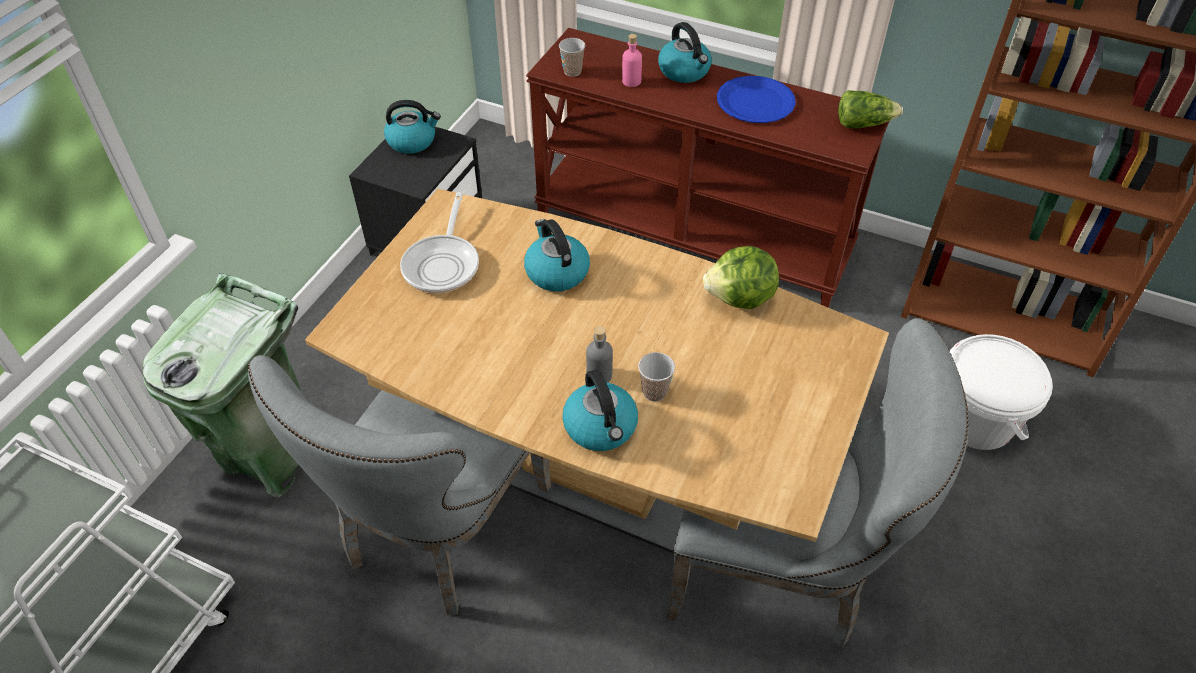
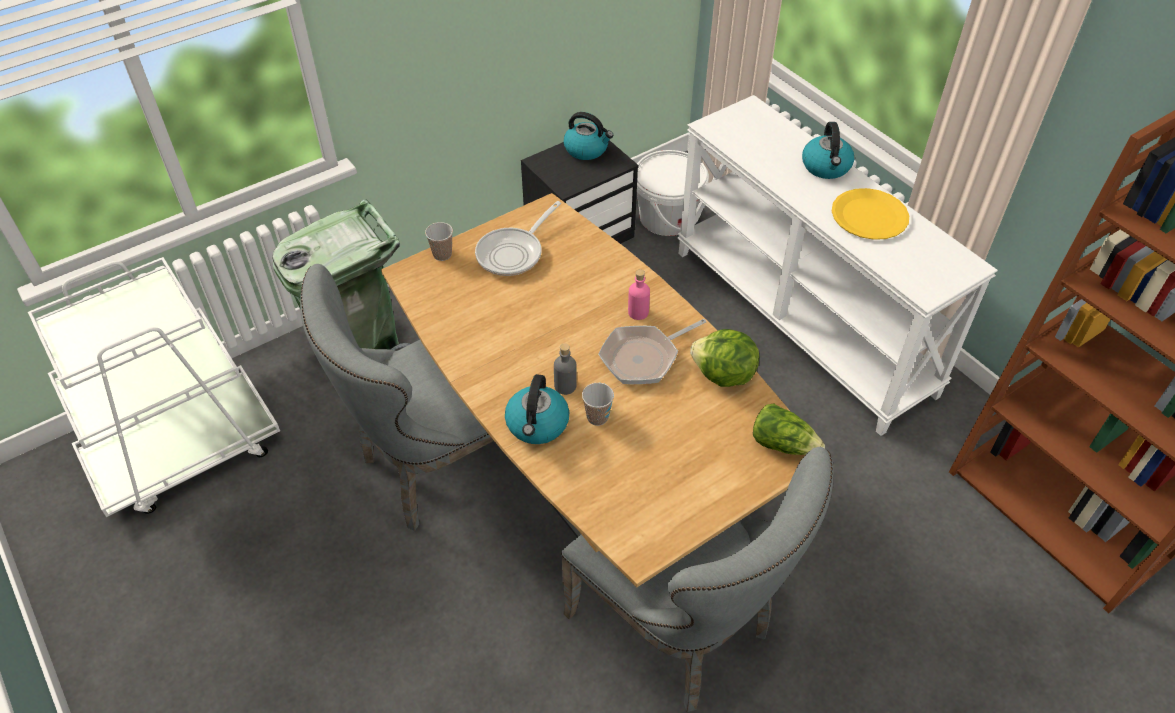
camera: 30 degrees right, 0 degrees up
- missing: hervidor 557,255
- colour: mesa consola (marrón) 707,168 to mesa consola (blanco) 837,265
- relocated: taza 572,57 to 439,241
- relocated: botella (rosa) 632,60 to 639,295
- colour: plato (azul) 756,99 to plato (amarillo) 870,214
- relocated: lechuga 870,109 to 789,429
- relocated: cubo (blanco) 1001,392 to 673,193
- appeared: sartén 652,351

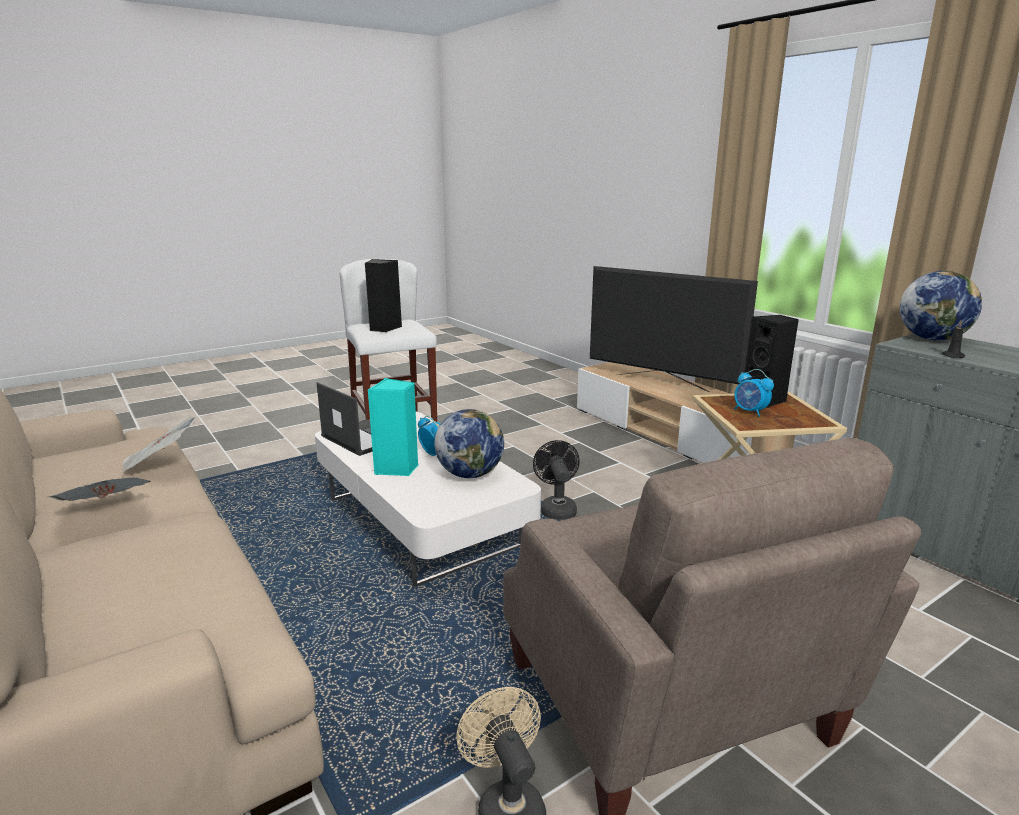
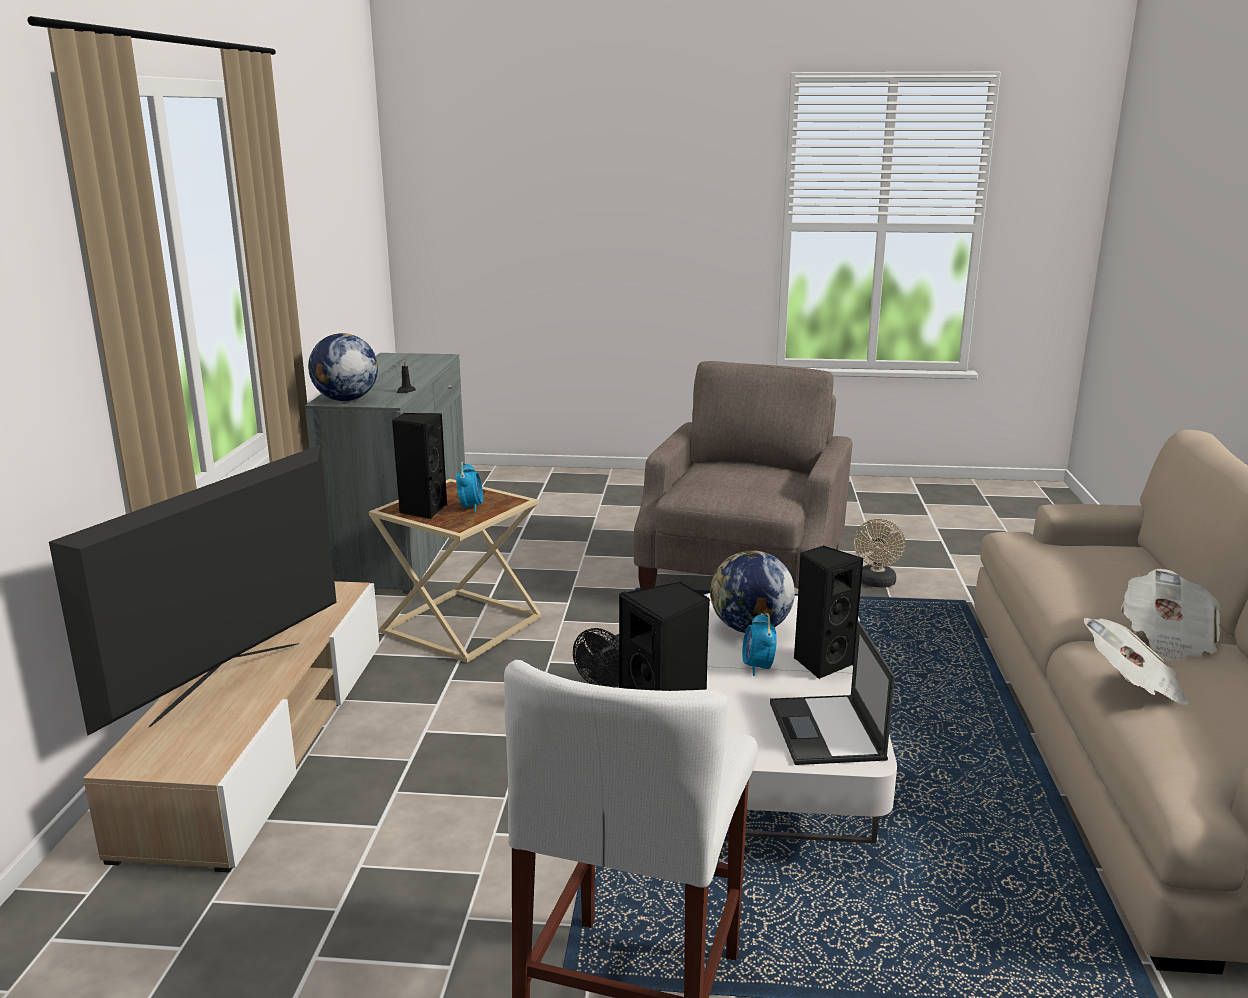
camera: 140 degrees left, 0 degrees up
- colour: altavoz (turquesa) 393,427 to altavoz (negro) 828,612
- spun: televisor 674,329 = 193,590 135 degrees counterclockwise

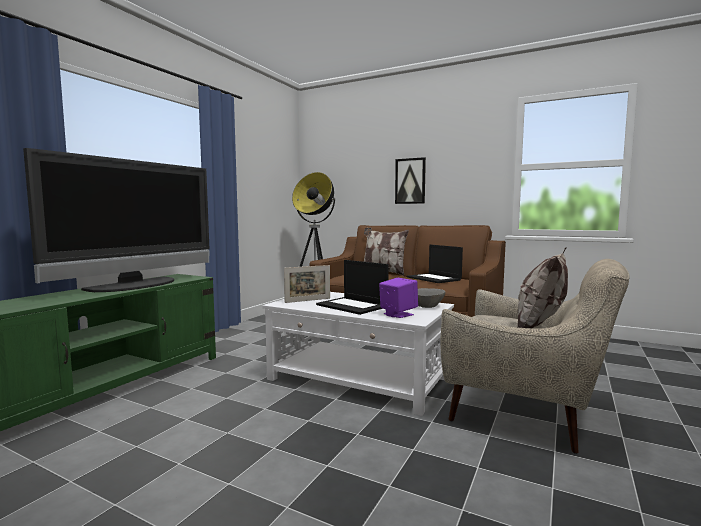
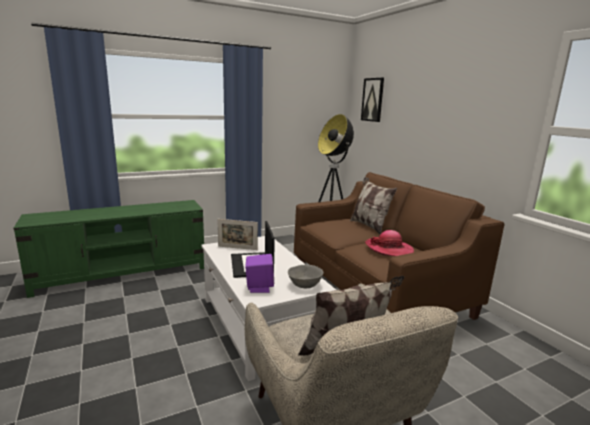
camera: 35 degrees right, 10 degrees up
- missing: televisor 116,220
- relocated: cuadro 410,180 to 372,100
- exchanged: portátil 435,264 to sombrero 389,243

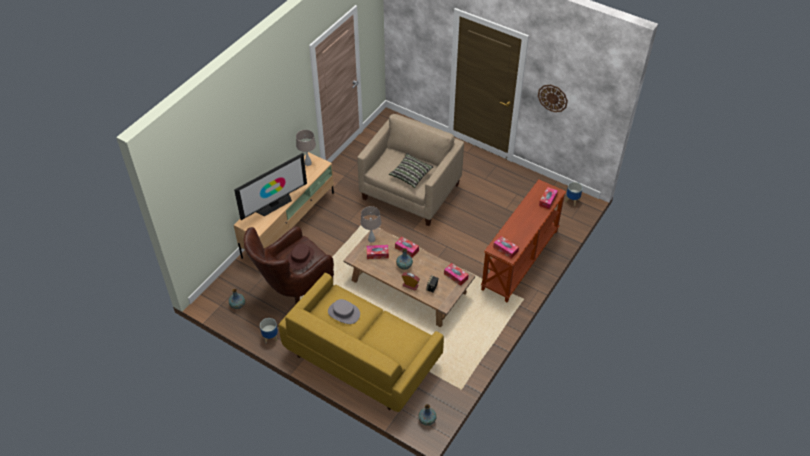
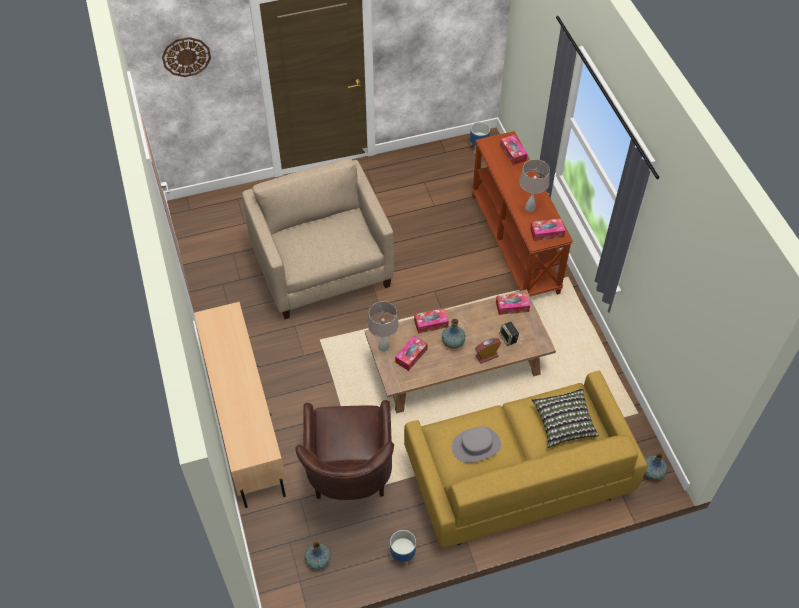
camera: 50 degrees left, 5 degrees up
- missing: televisor 270,186
- missing: sombrero (marrón) 300,257
- relocated: lámpara de mesa (beis) 306,148 to 534,185
- relocated: cojín 411,170 to 565,418
- relocated: reloj de pared 553,98 to 186,57

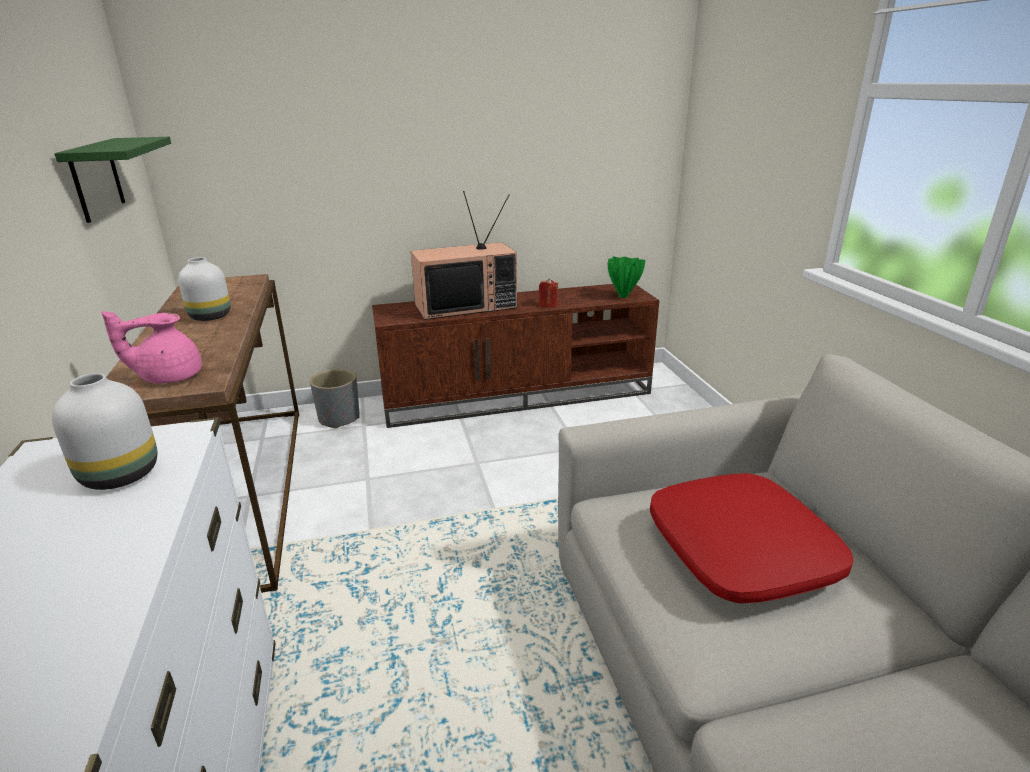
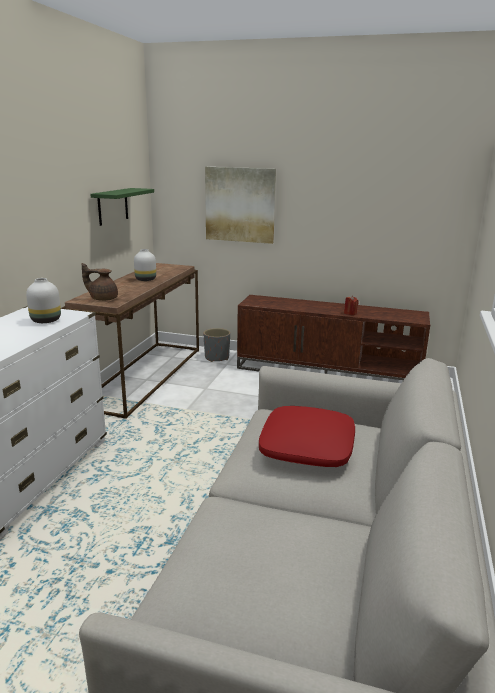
camera: 30 degrees right, 5 degrees down
- colour: tetera (rosa) 151,347 to tetera (marrón) 99,282
- missing: televisor 464,255
- missing: florero (verde) 627,277
- appeared: cuadro 240,205

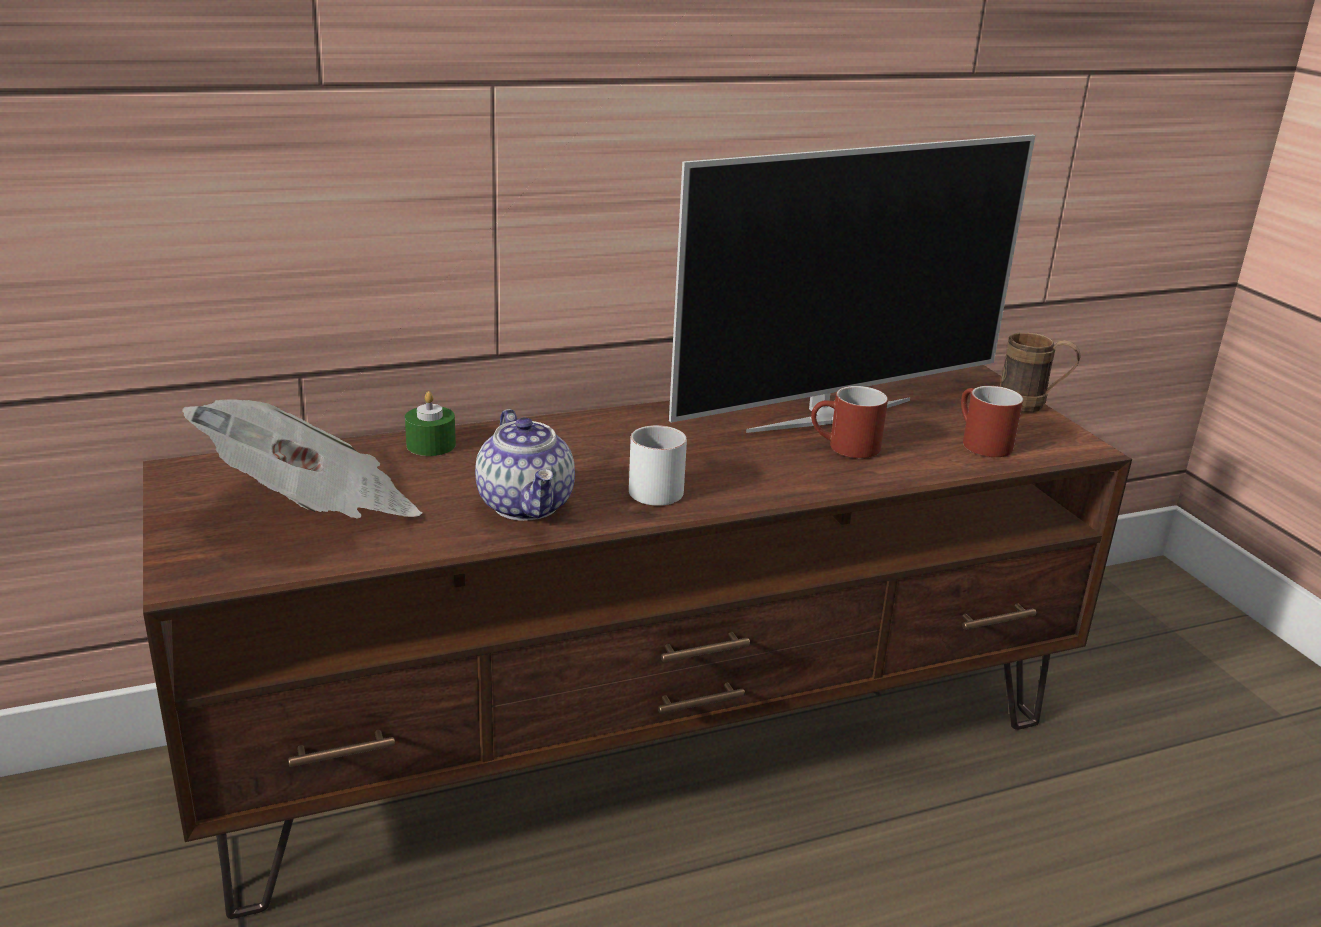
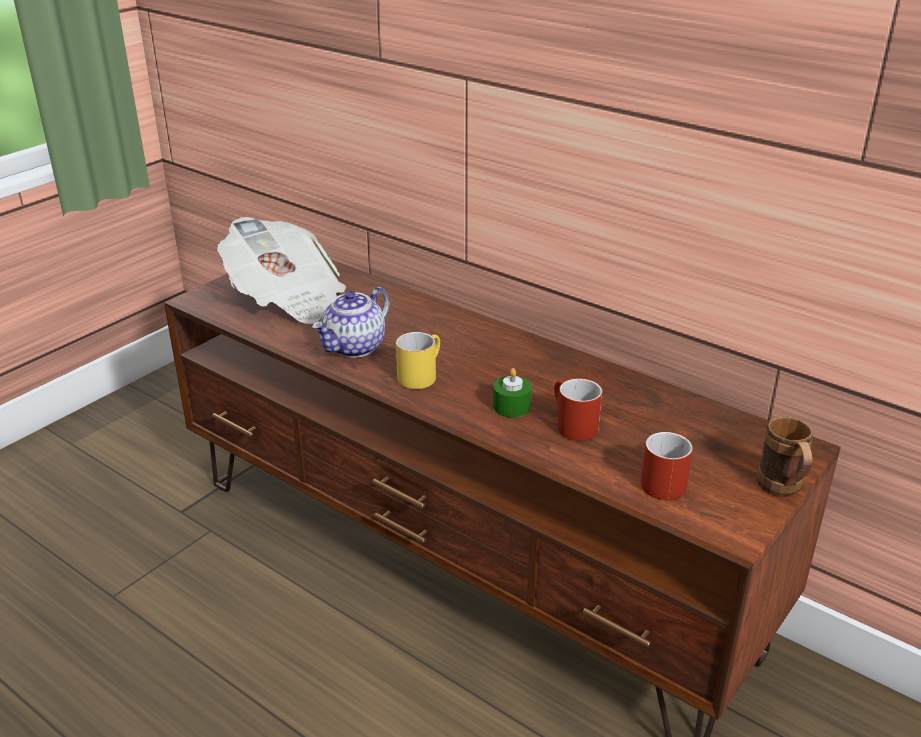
camera: 60 degrees right, 5 degrees up
- relocated: vela (verde) 430,423 to 512,393
- colour: taza grande (blanco) 658,465 to taza grande (amarillo) 418,360
- missing: televisor 852,284

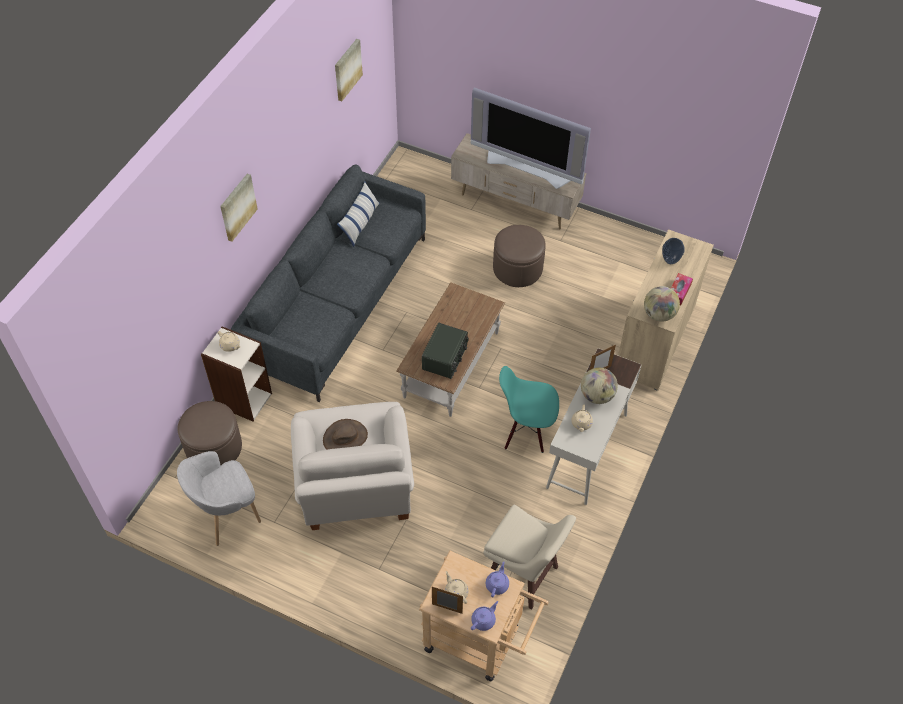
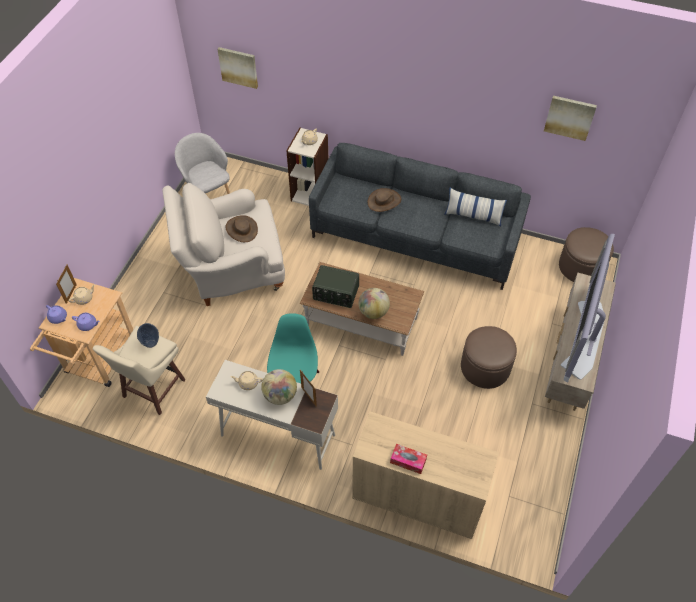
camera: 85 degrees right, 0 degrees up
- relocated: puf (marrón) 209,433 to 586,254
- relocated: cuadro 239,208 to 237,68
- relocated: globo terráqueo 662,304 to 374,303
- relocated: florero 673,251 to 148,335
- appeared: sombrero (marrón) 384,200

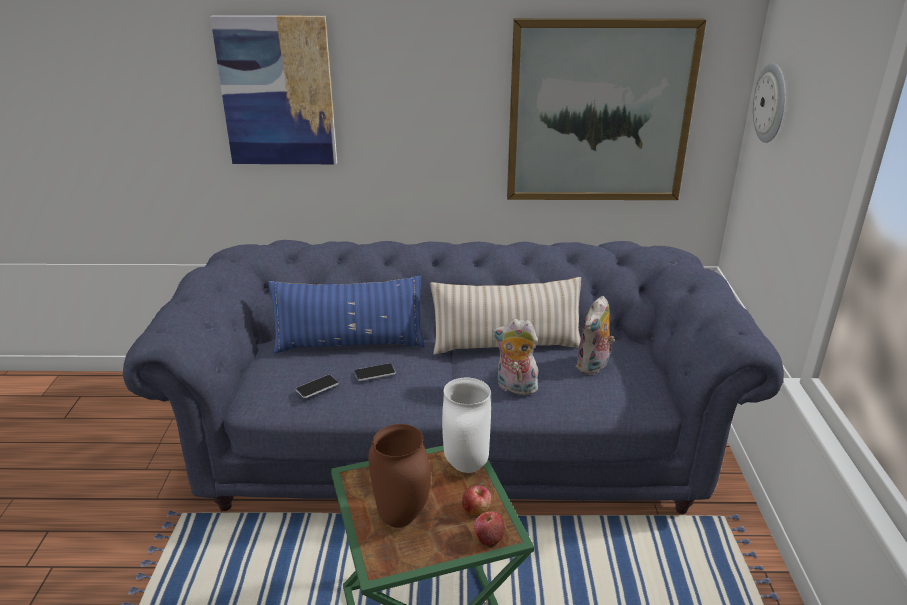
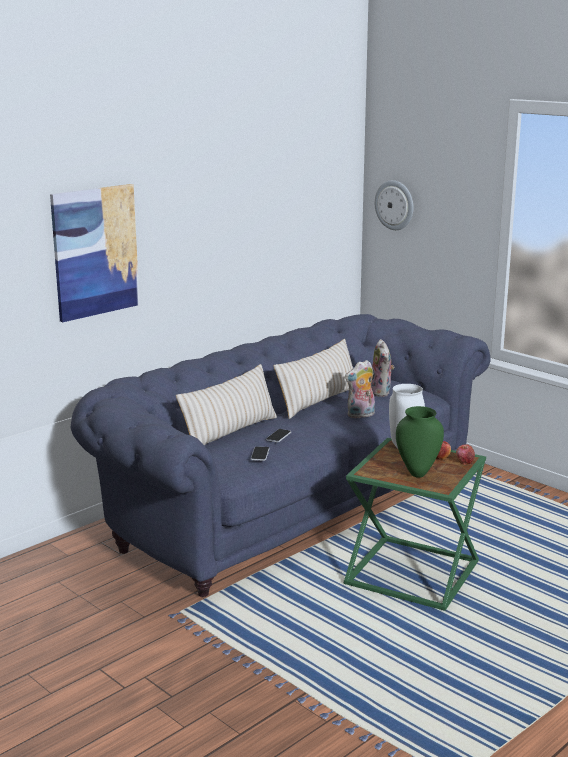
camera: 45 degrees left, 10 degrees down
- colour: cojín (azul) 346,314 to cojín (beis) 226,404
- colour: florero (marrón) 400,476 to florero (verde) 420,442
- missing: cuadro 606,109

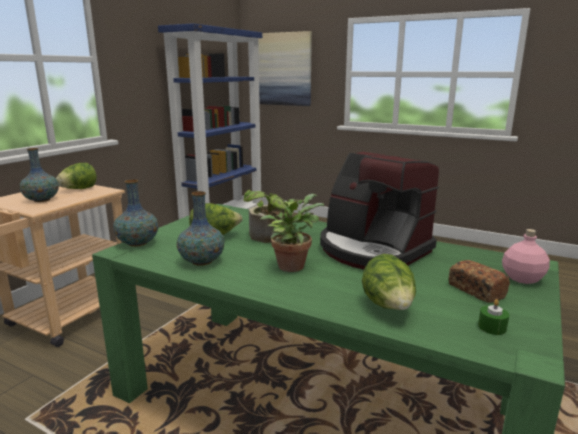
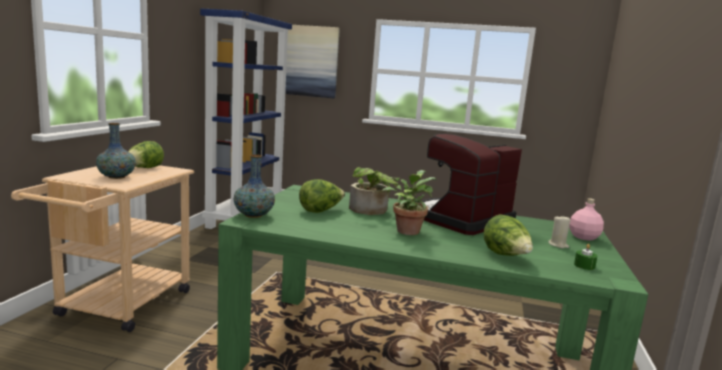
camera: 15 degrees left, 5 degrees down
- missing: florero 200,228
- spun: cafetera 379,211 = 469,184 105 degrees clockwise
- exchanged: pan 479,281 to vela (beis) 559,231

